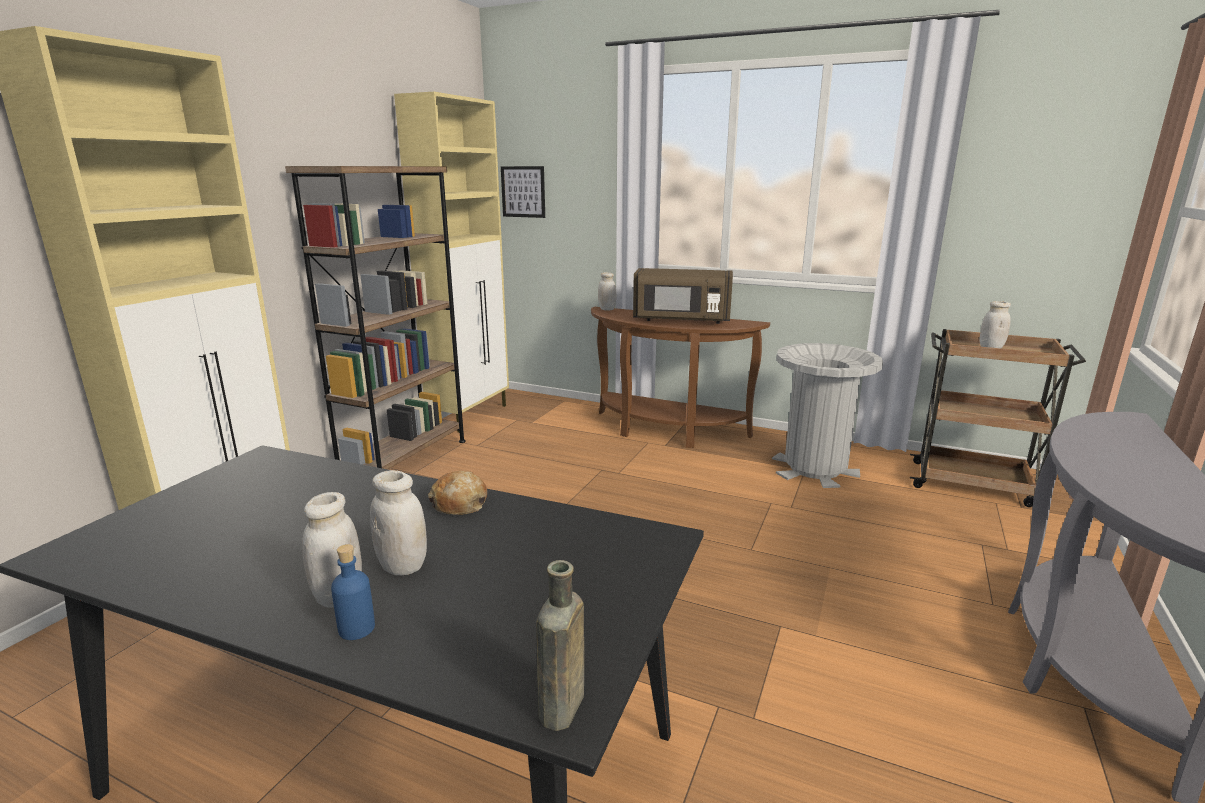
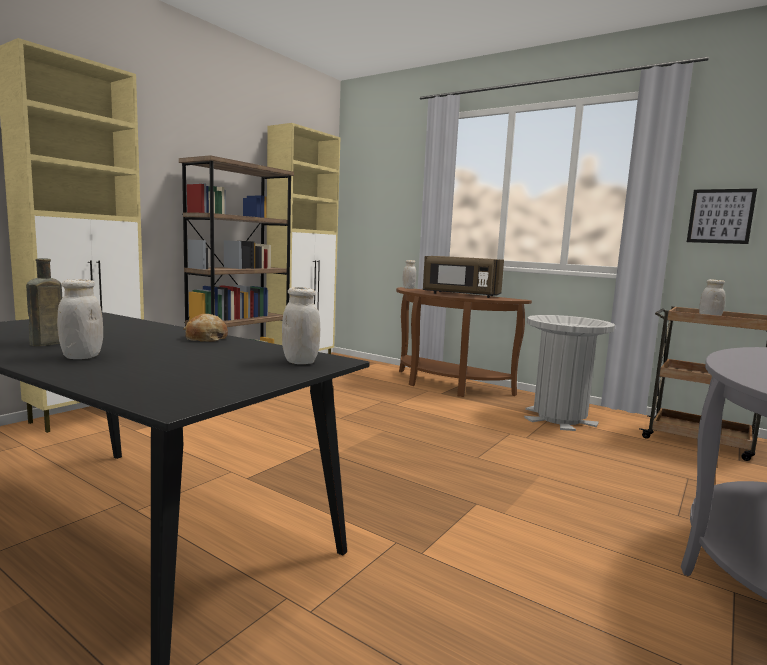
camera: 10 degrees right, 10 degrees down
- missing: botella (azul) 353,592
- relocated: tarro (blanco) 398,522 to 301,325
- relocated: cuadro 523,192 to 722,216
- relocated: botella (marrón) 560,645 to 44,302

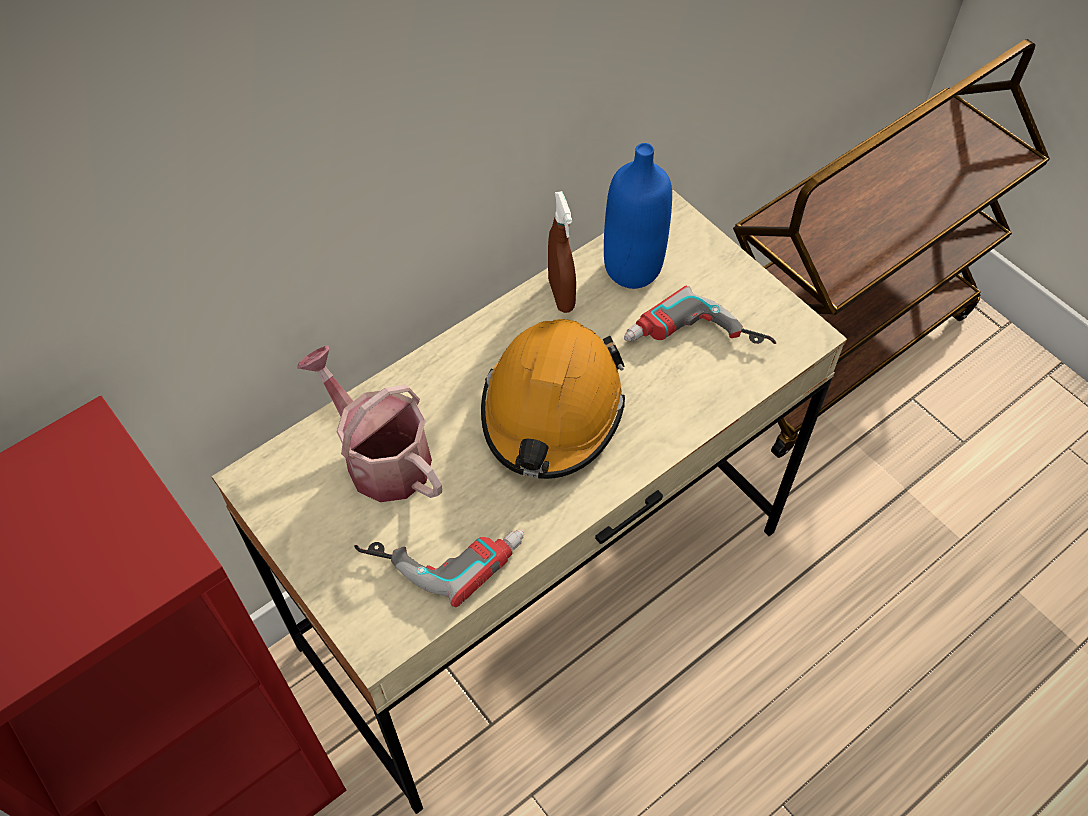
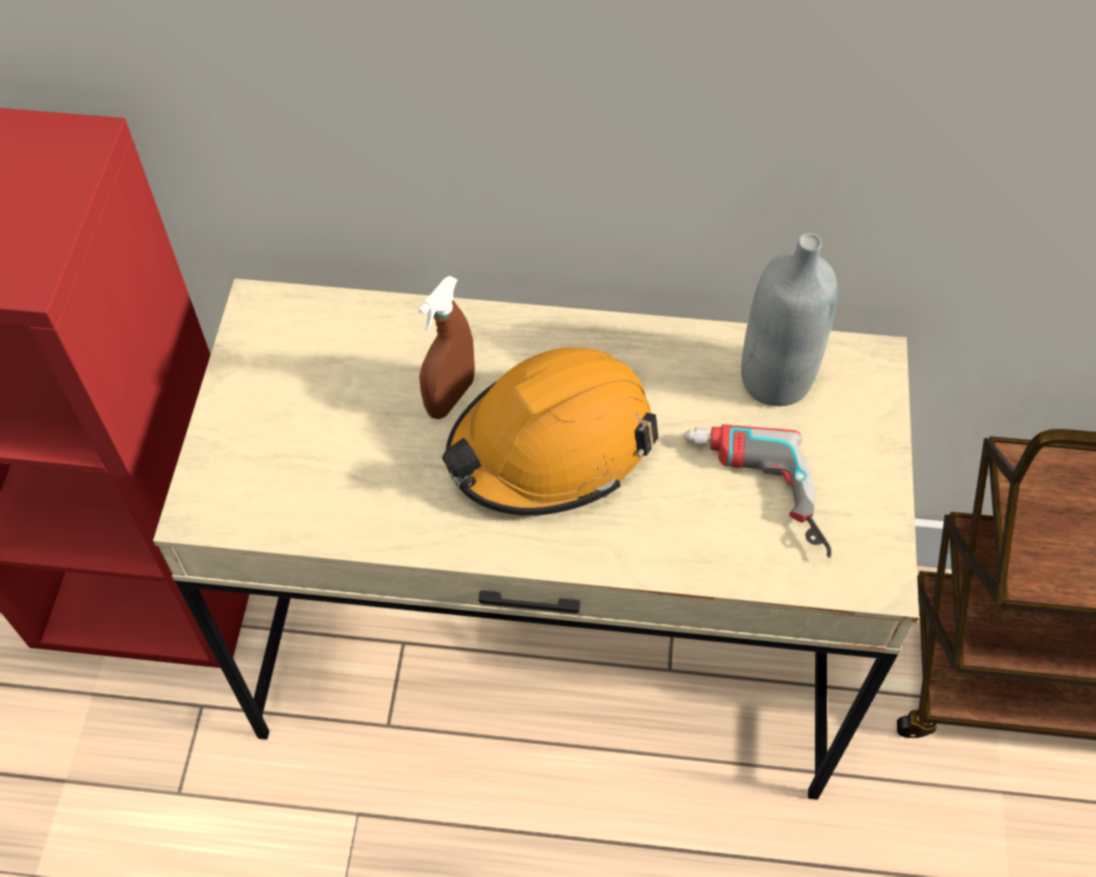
camera: 45 degrees right, 0 degrees up
- missing: regadera 369,424
- missing: taladro 439,568
- relocated: pulverizador (marrón) 562,252 to 446,347
- colour: botella (azul) 638,216 to botella (gris) 789,319

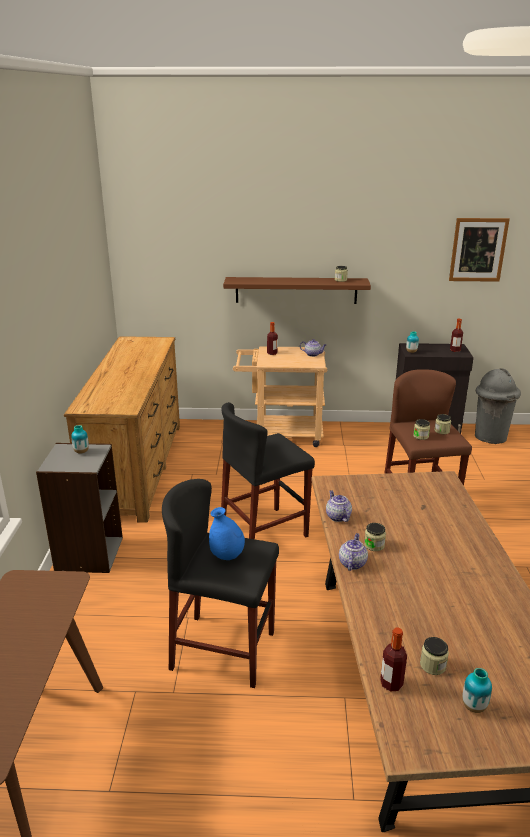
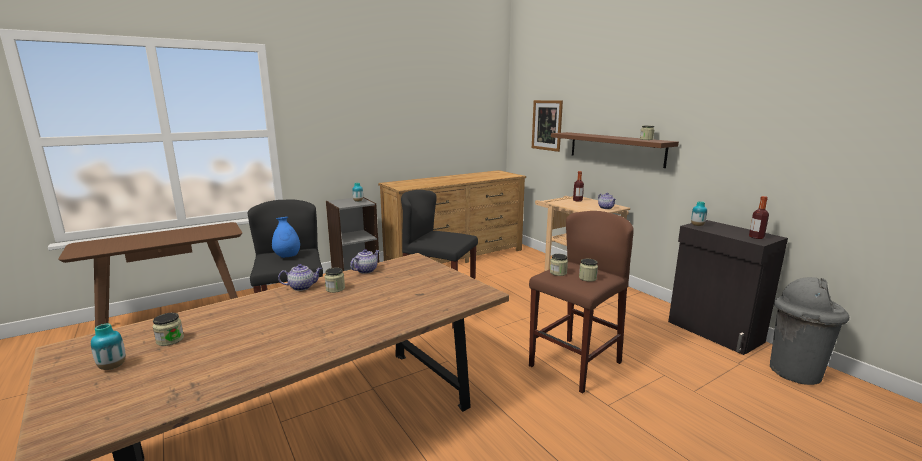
camera: 55 degrees right, 10 degrees down
- missing: botella 393,659
- relocated: cuadro 479,250 to 547,126

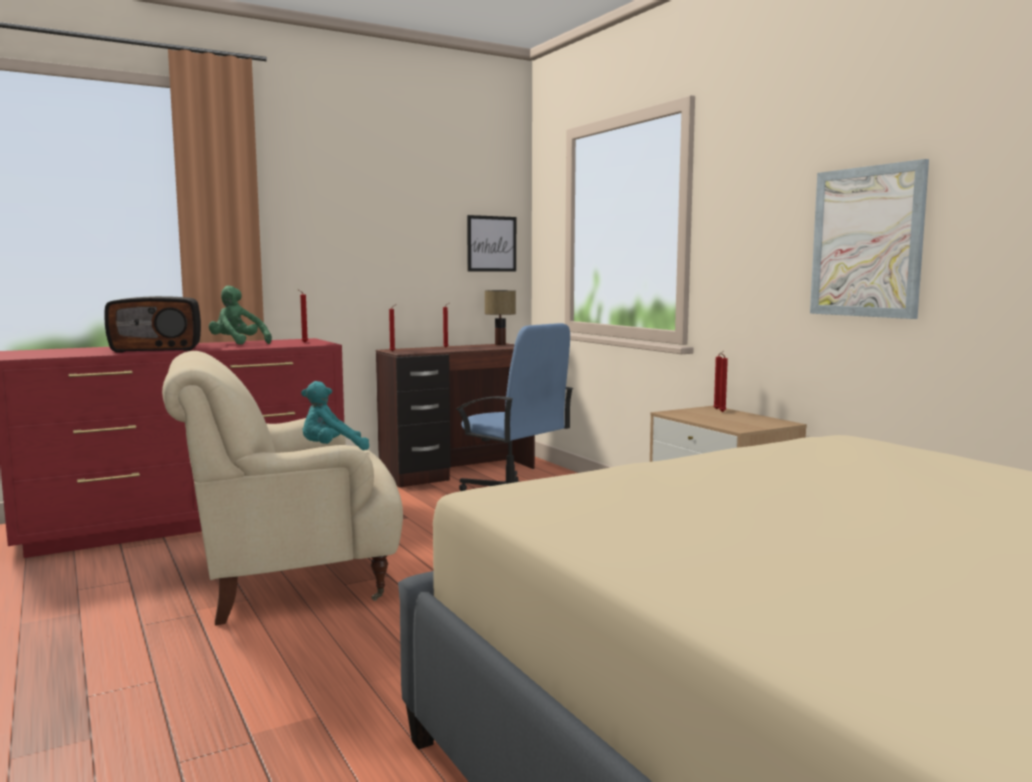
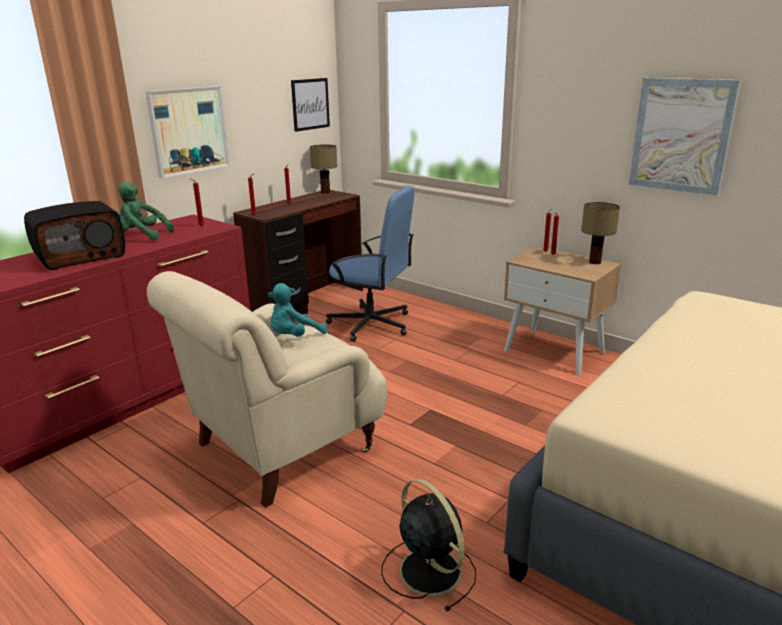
camera: 20 degrees left, 15 degrees up
- appeared: cuadro 187,132
- appeared: ventilador (negro) 428,545
- appeared: lámpara de mesa 600,233

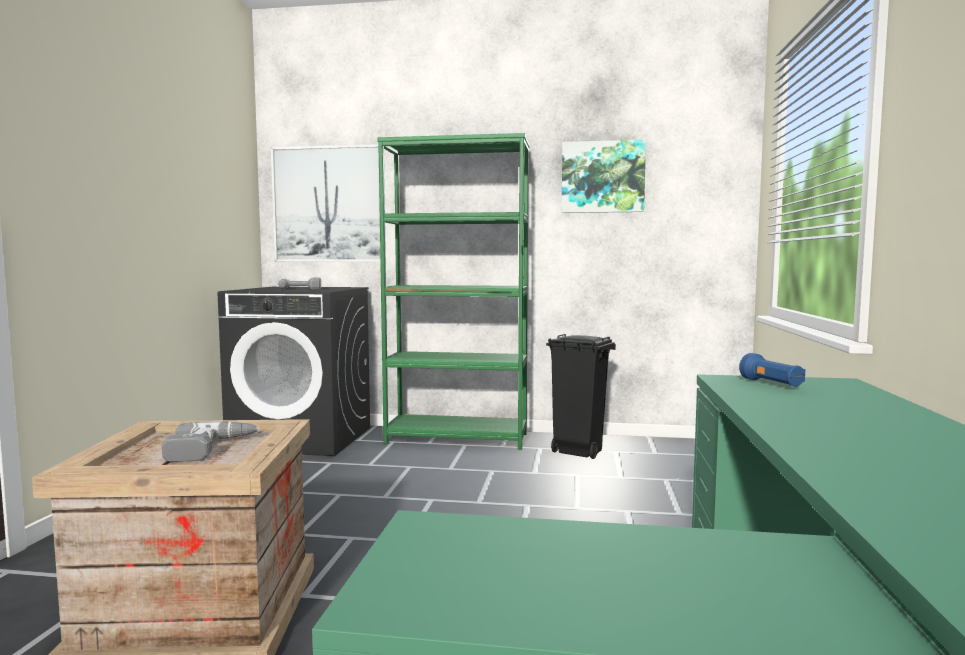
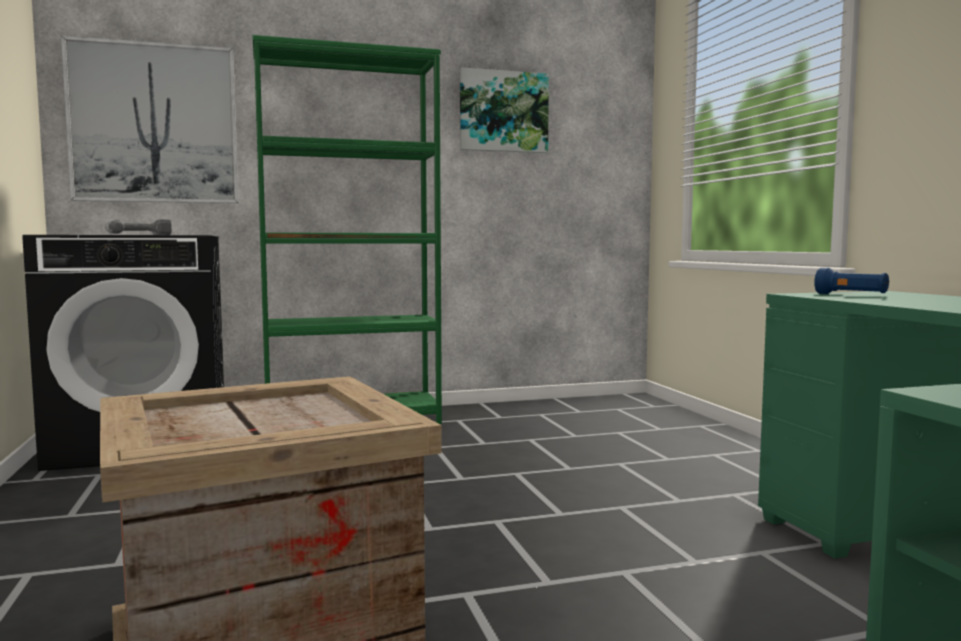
camera: 25 degrees left, 0 degrees up
- missing: taladro 210,441
- missing: papelera (negro) 581,396

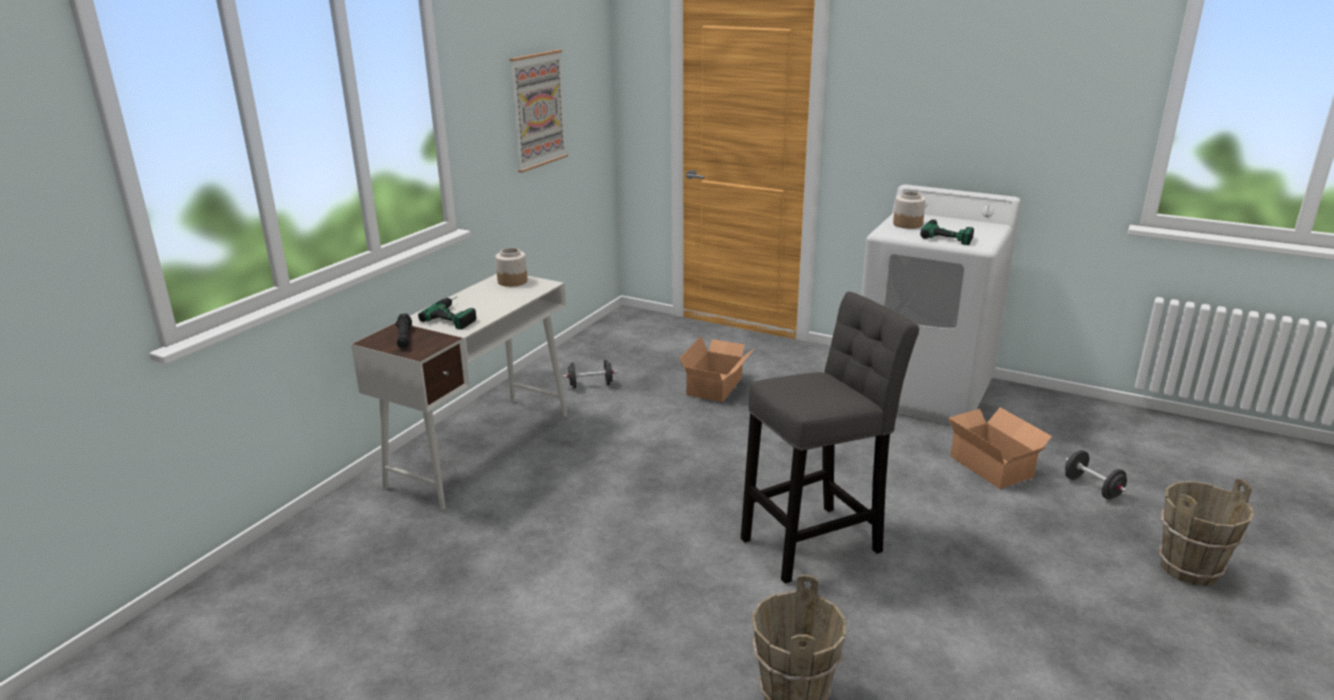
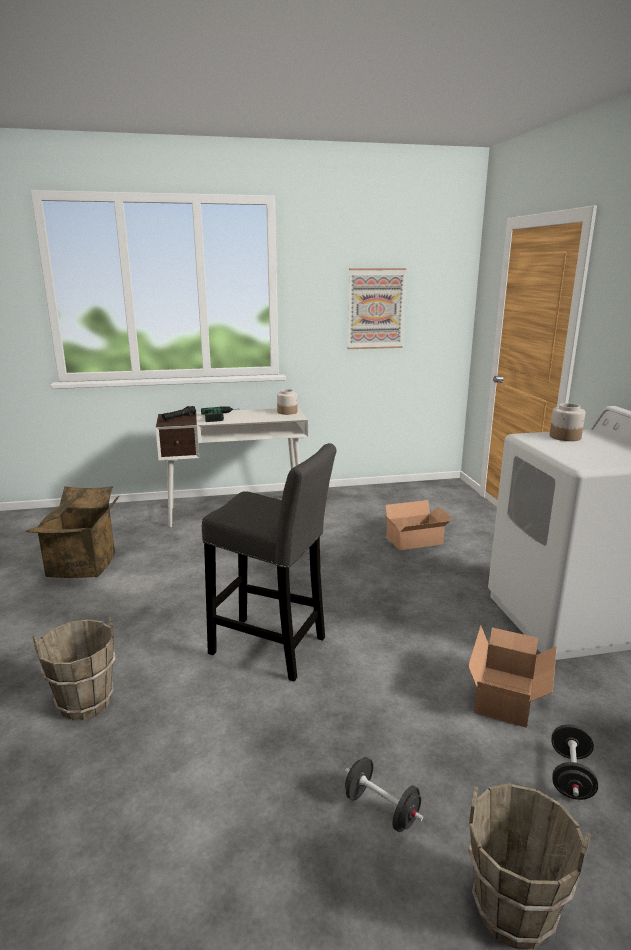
camera: 50 degrees right, 5 degrees down
- relocated: mancuerna (negro) 590,374 to 384,794
- missing: taladro 947,232
- appeared: caja de cartón 72,532

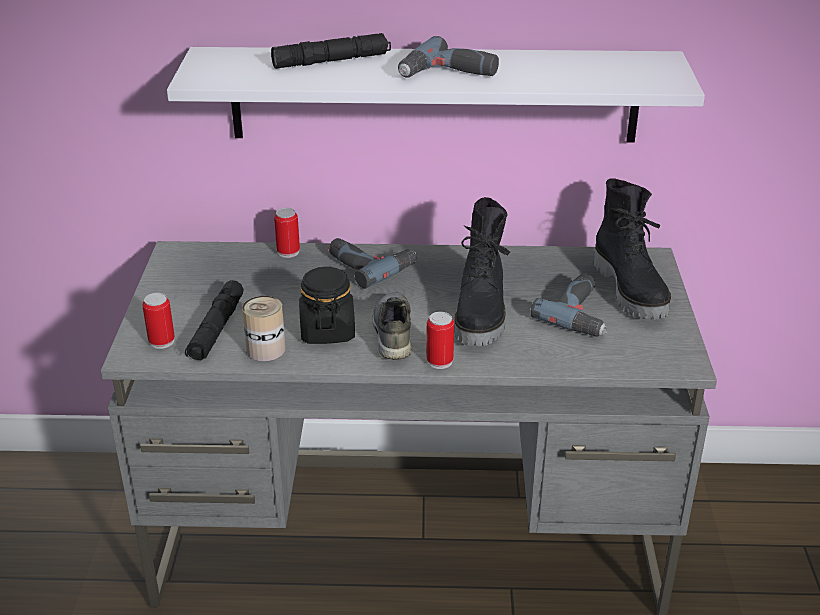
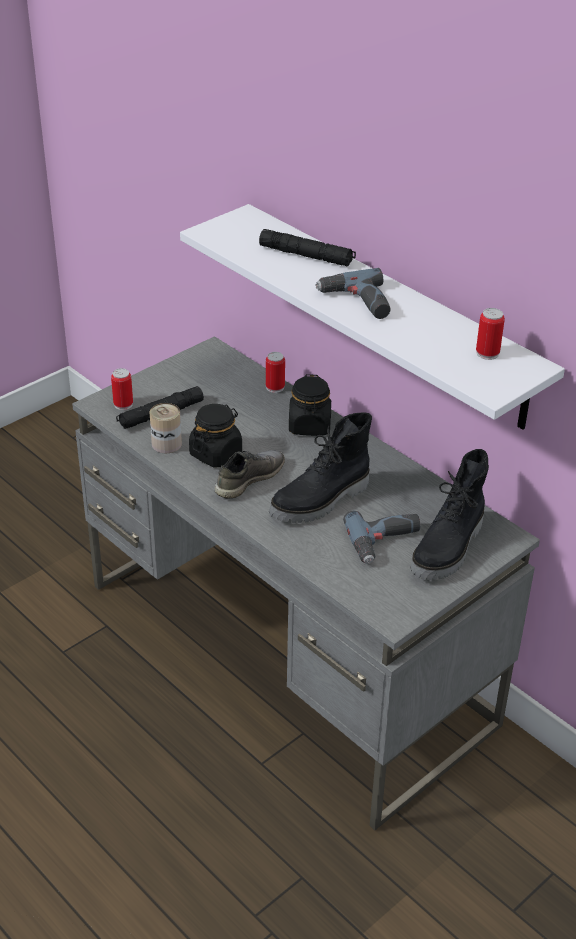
camera: 45 degrees right, 5 degrees up
- exchanged: taladro 373,263 to tarro (negro) 310,405
- relocated: lata 440,340 to 490,334

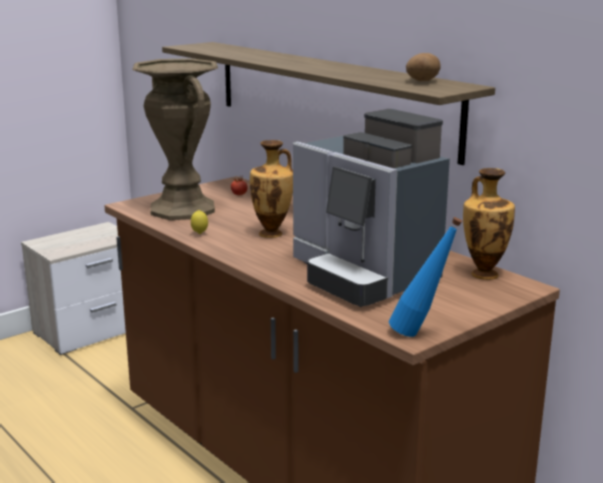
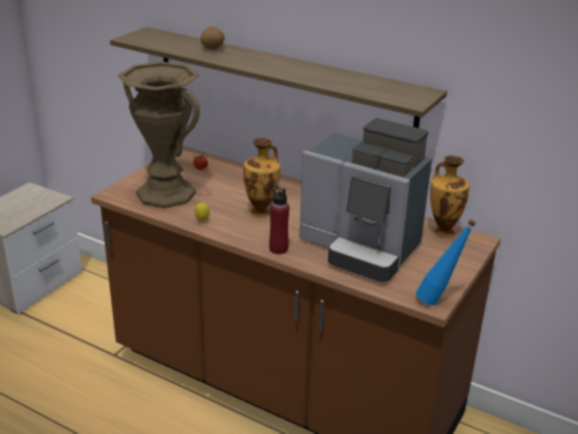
camera: 20 degrees left, 10 degrees up
- relocated: patata 423,67 to 212,38
- appeared: botella (rojo) 279,219

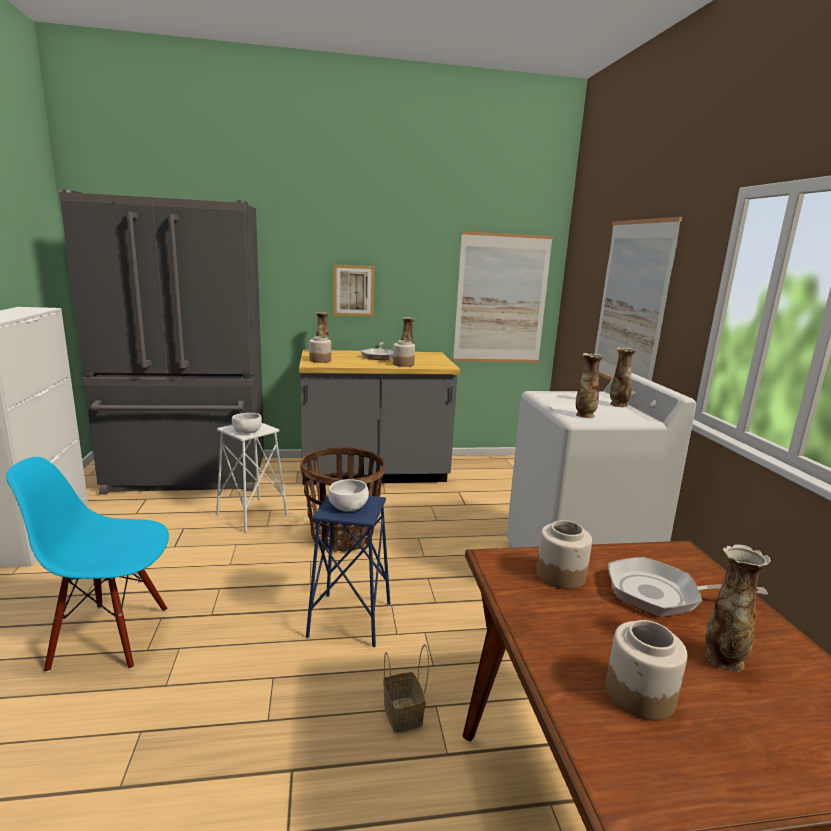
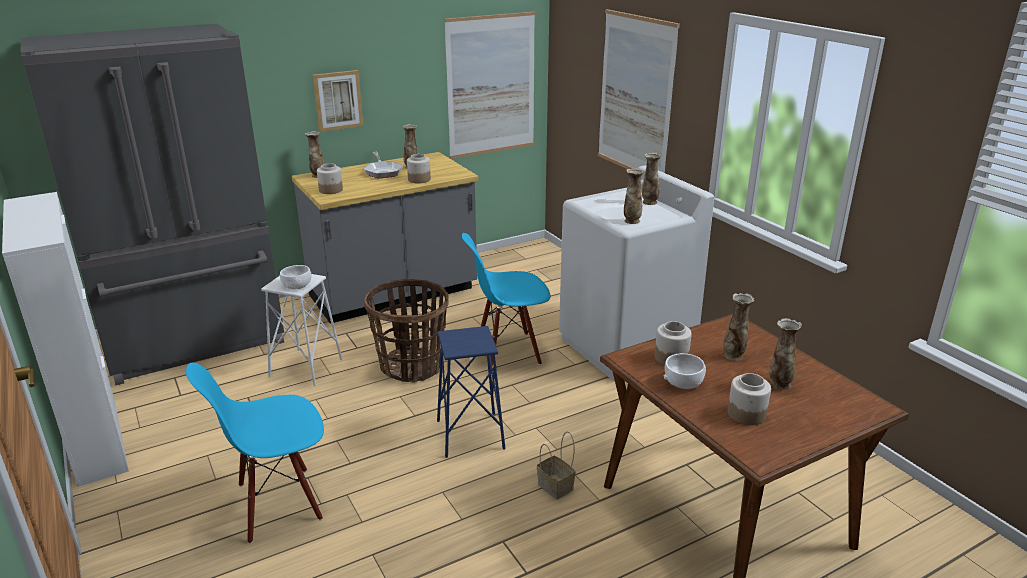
camera: 20 degrees left, 10 degrees up
- relocated: cuenco (blanco) 348,495 to 685,371
- exchanged: sartén 688,587 to florero 738,327
- appeared: silla (azul) 506,300

